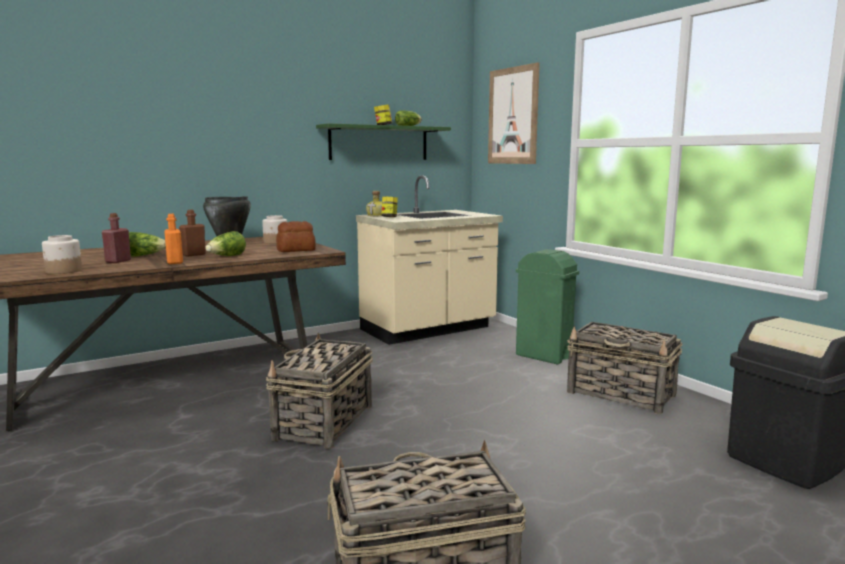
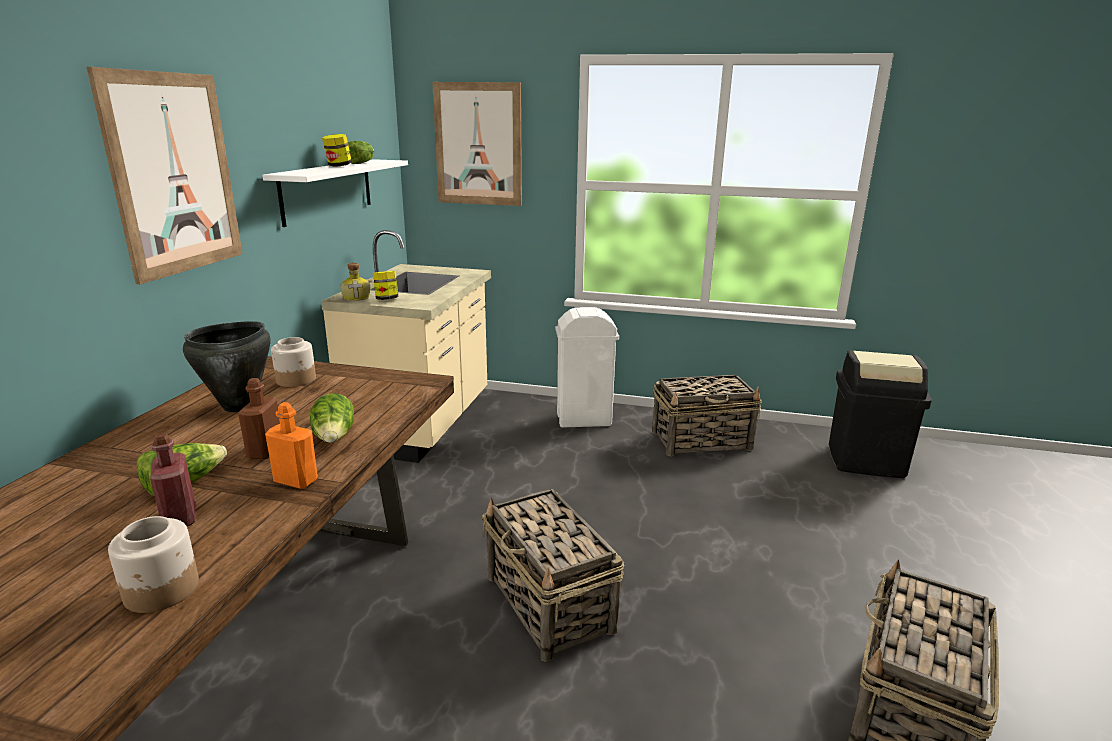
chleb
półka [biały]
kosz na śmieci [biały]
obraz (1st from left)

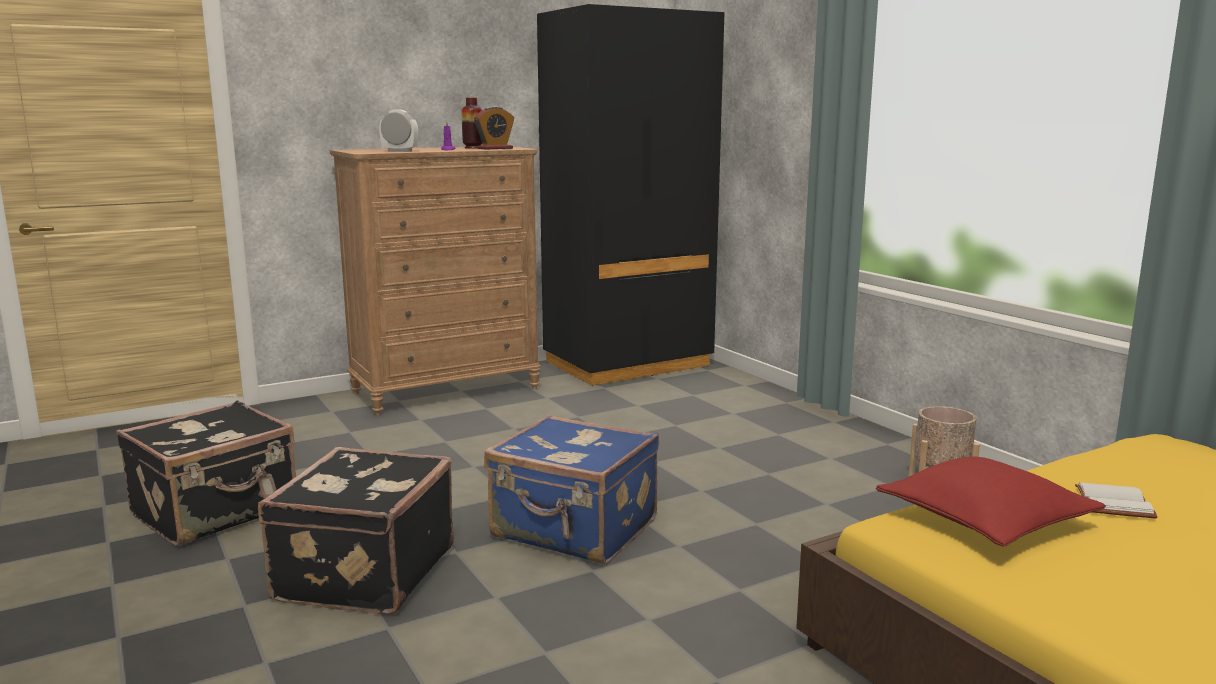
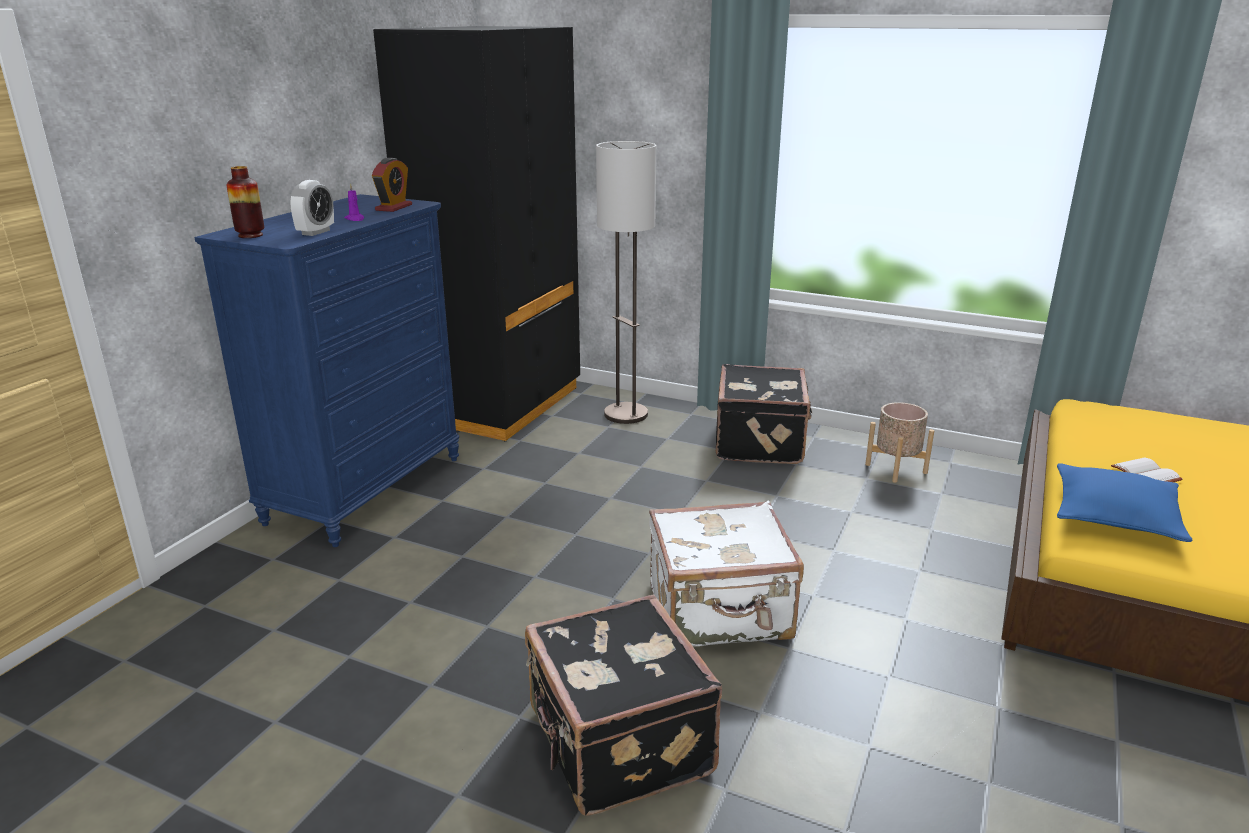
walizka [czarny] (2nd from left)
komoda [niebieski]
budzik (1st from left)
wazon
walizka [biały]
poduszka [niebieski]
lampa stojąca

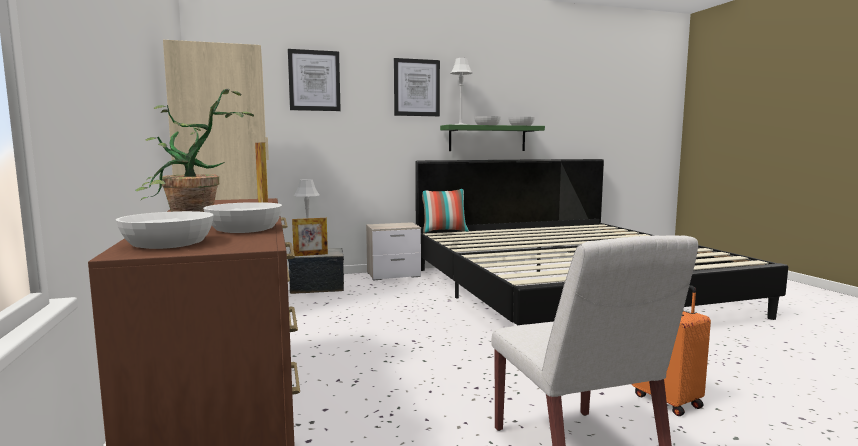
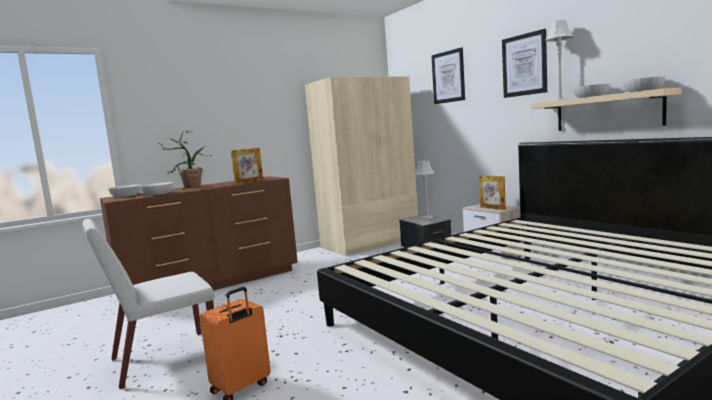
ramka na zdjęcie (2nd from left)
poduszka
półka [beżowy]

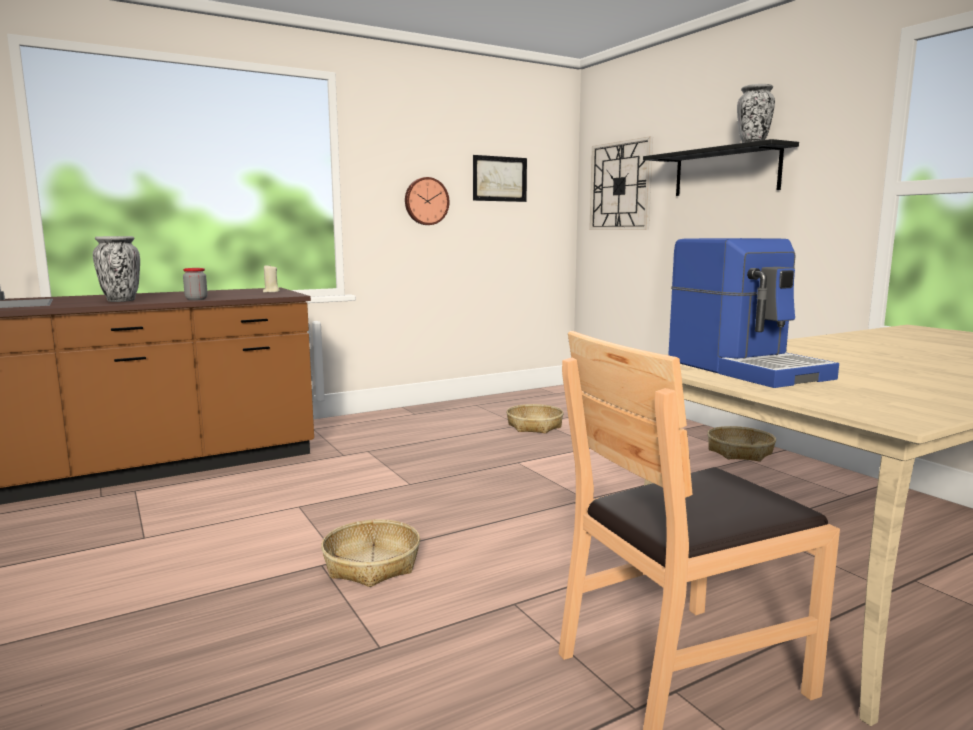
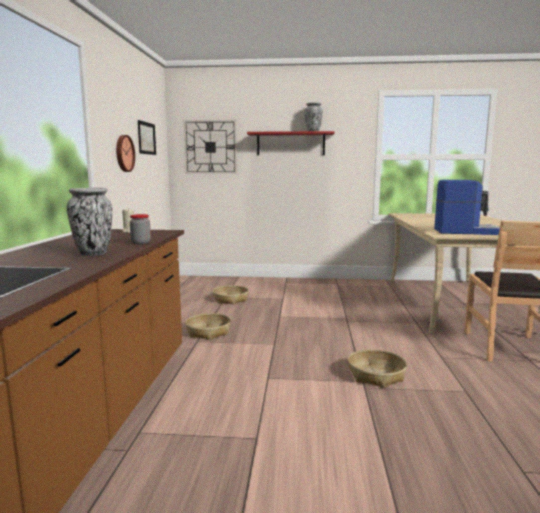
półka [czerwony]
koszyk (1st from left)

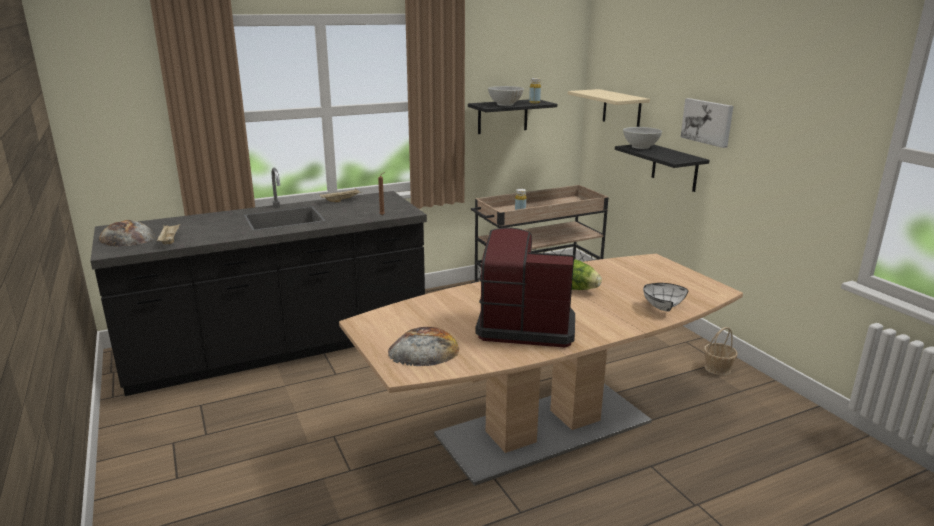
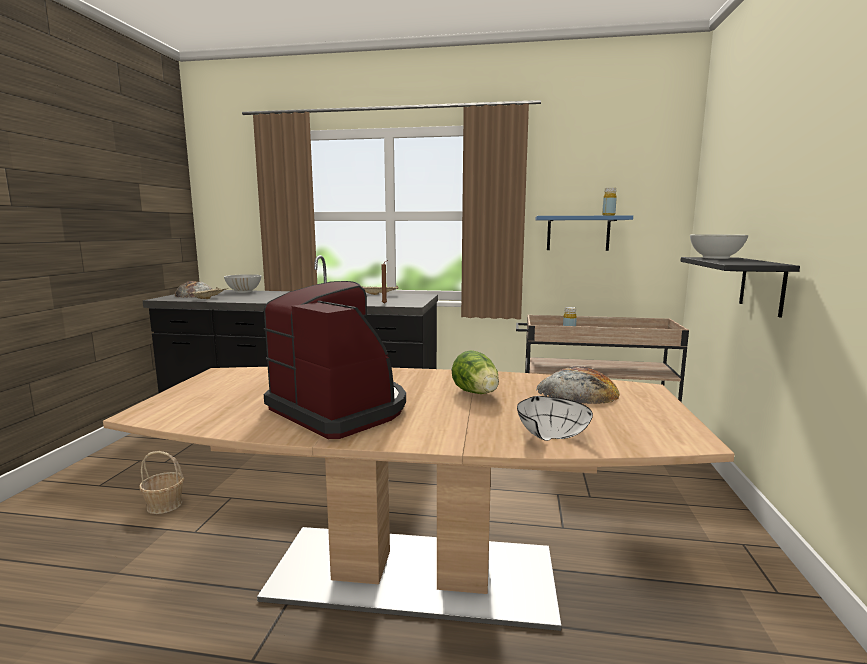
chleb (2nd from left)
półka [niebieski]
miska [biały] (1st from left)
półka [beżowy]
obraz
koszyk

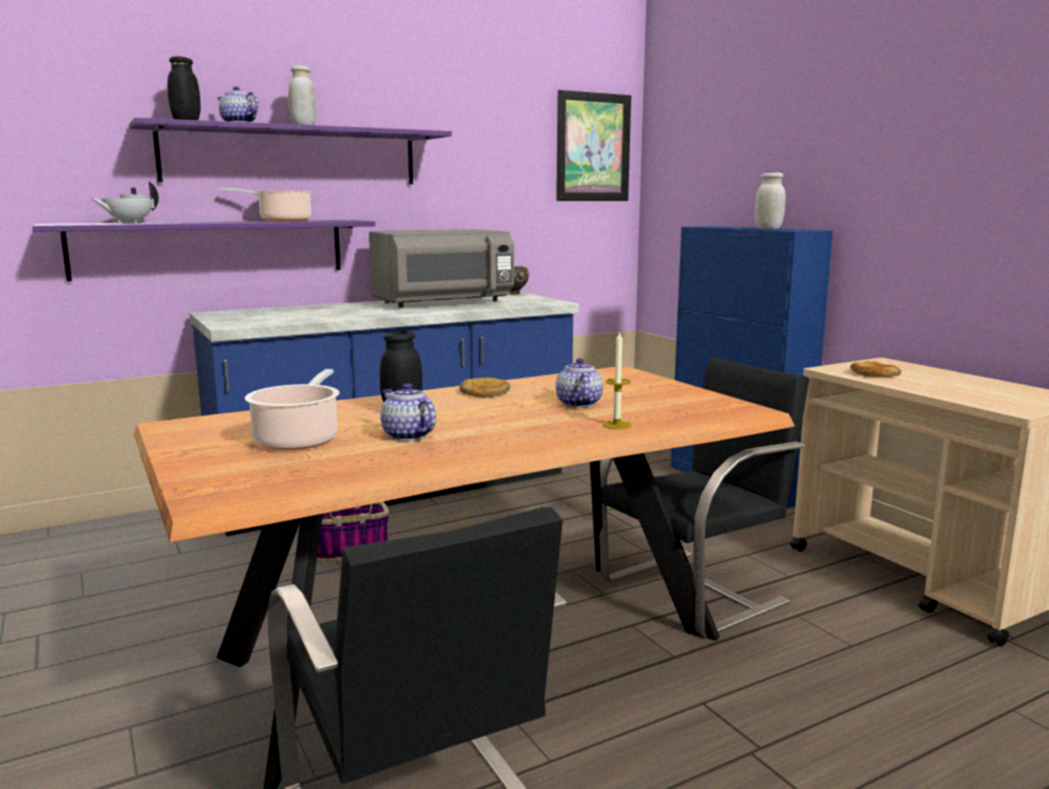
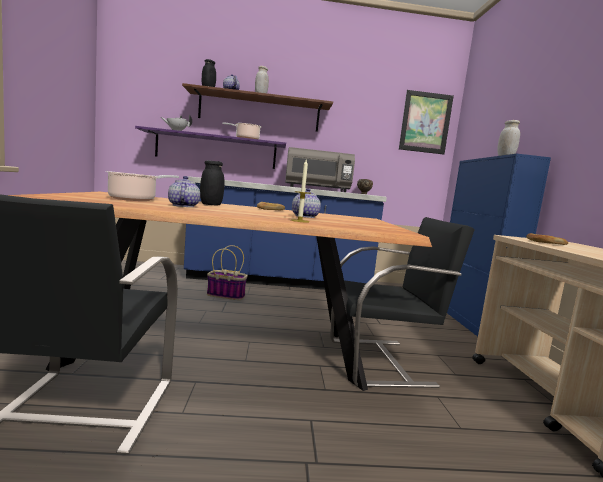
półka [brązowy]

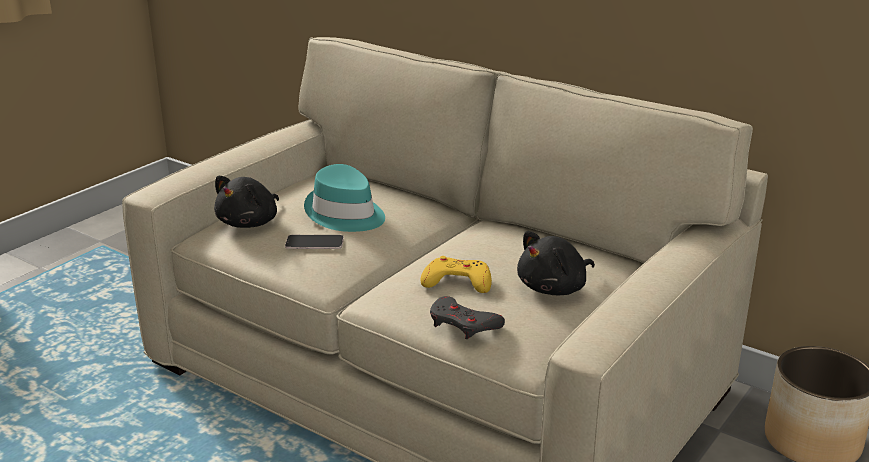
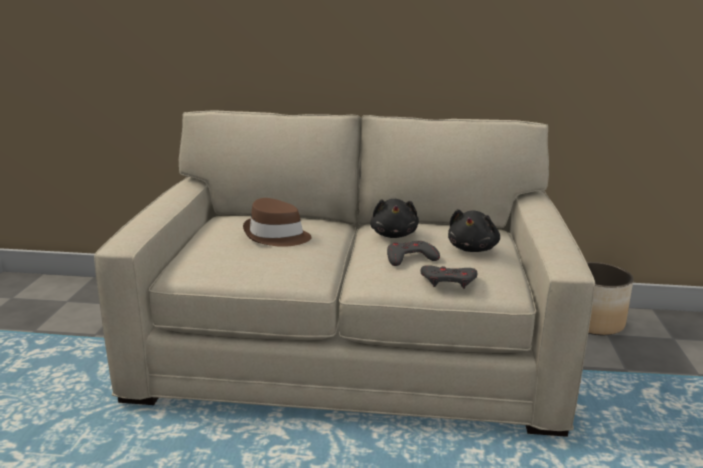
pluszak [czarny] (1st from left)
telefon
kapelusz [brązowy]
pad do gier [szary] (1st from left)

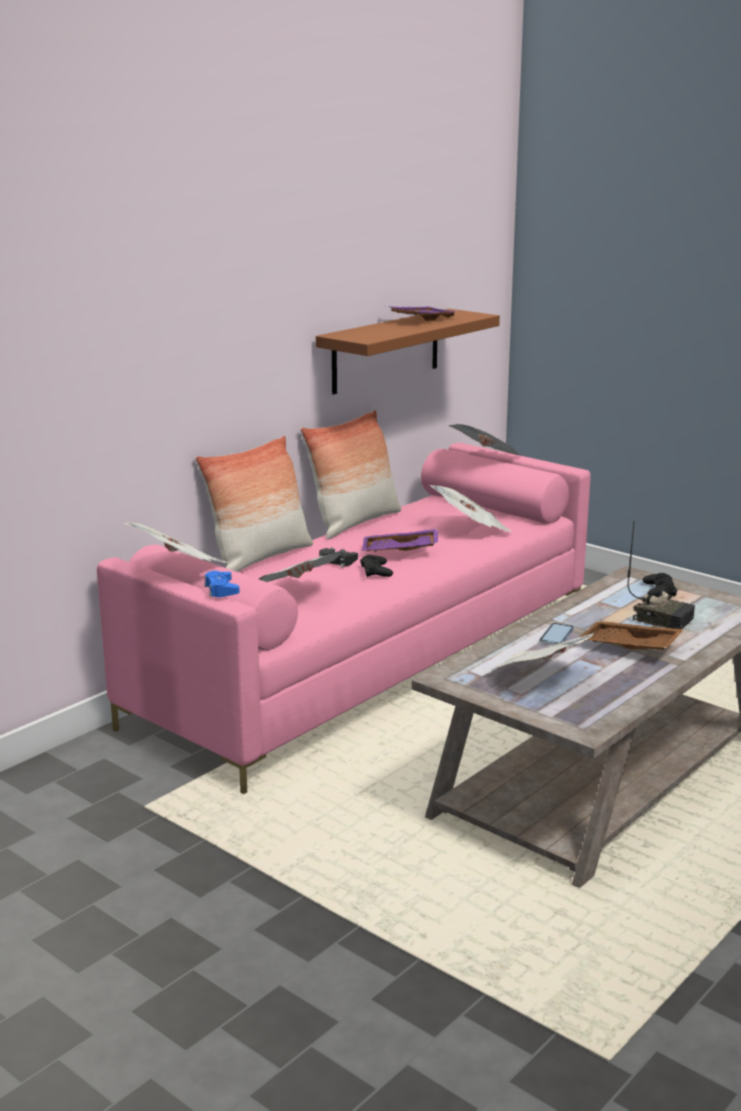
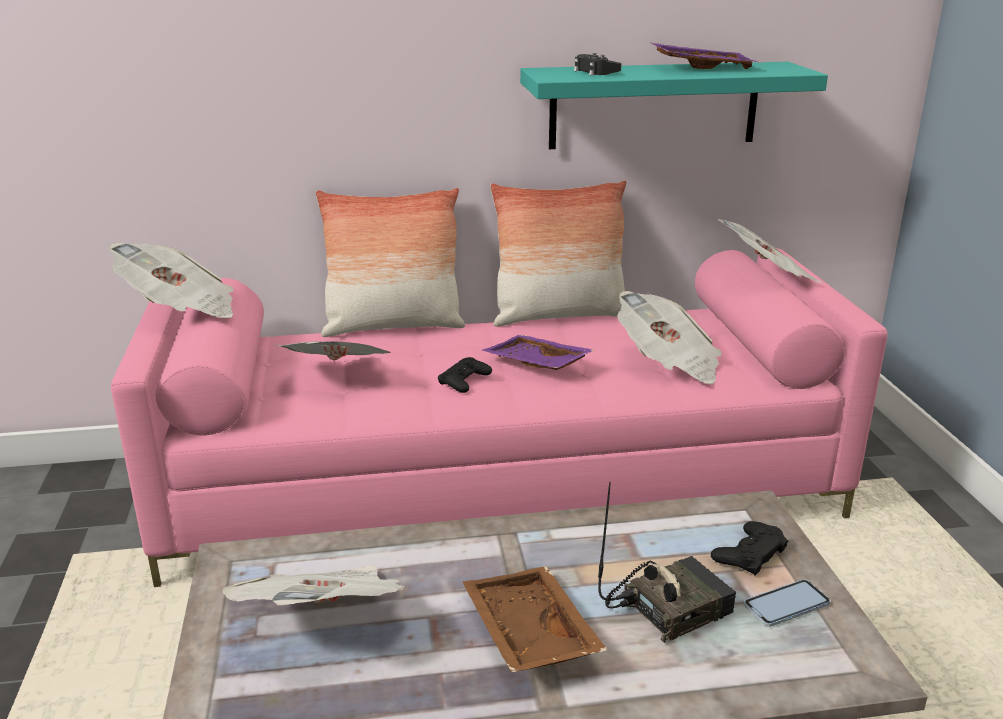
pad do gier [niebieski]
półka [turkusowy]
pad do gier [czarny] (2nd from left)
telefon
radio

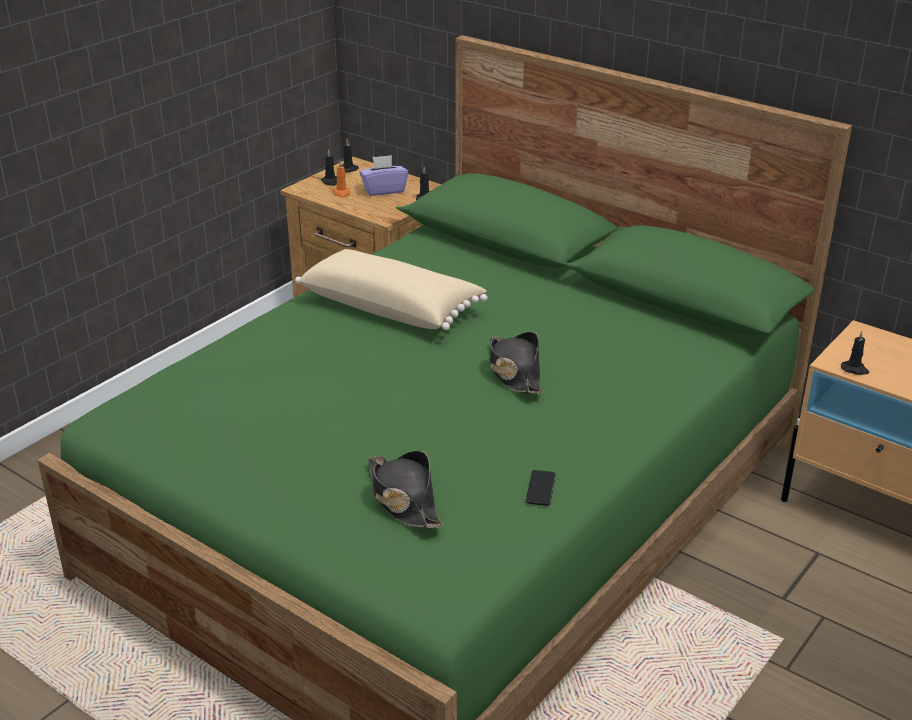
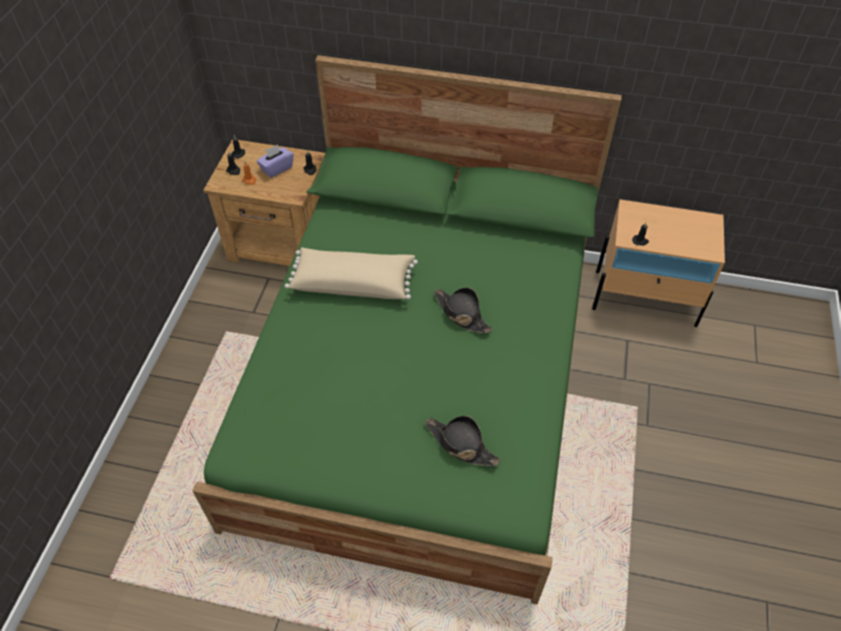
telefon

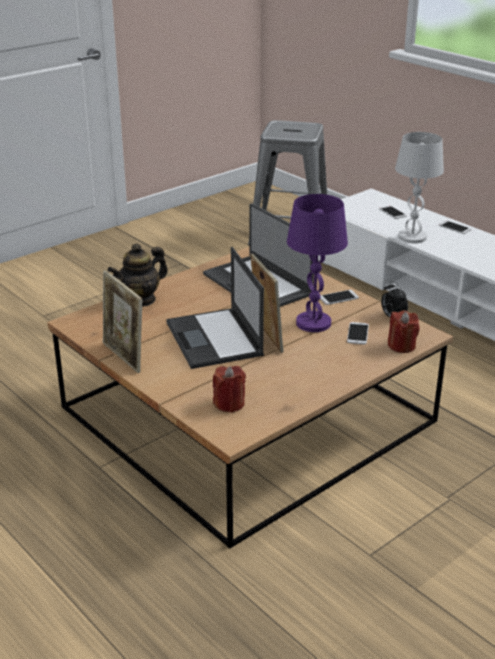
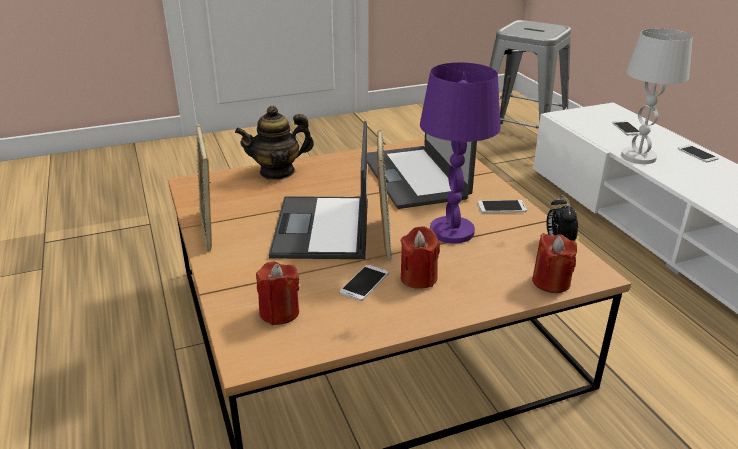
telefon (1st from left)
świeca [czerwony] (2nd from left)

